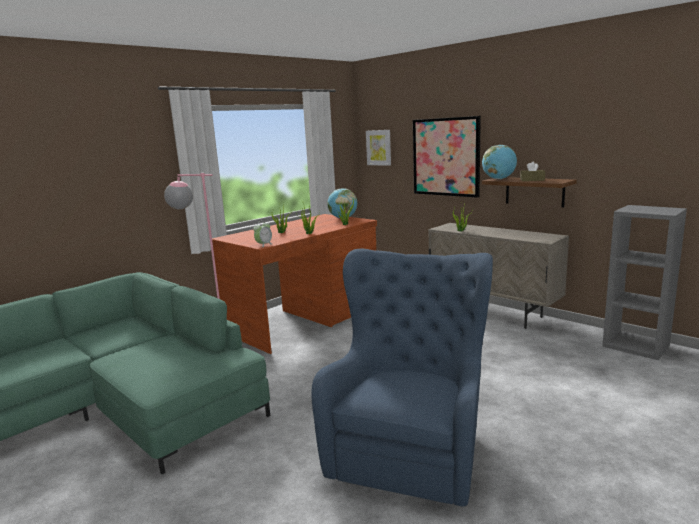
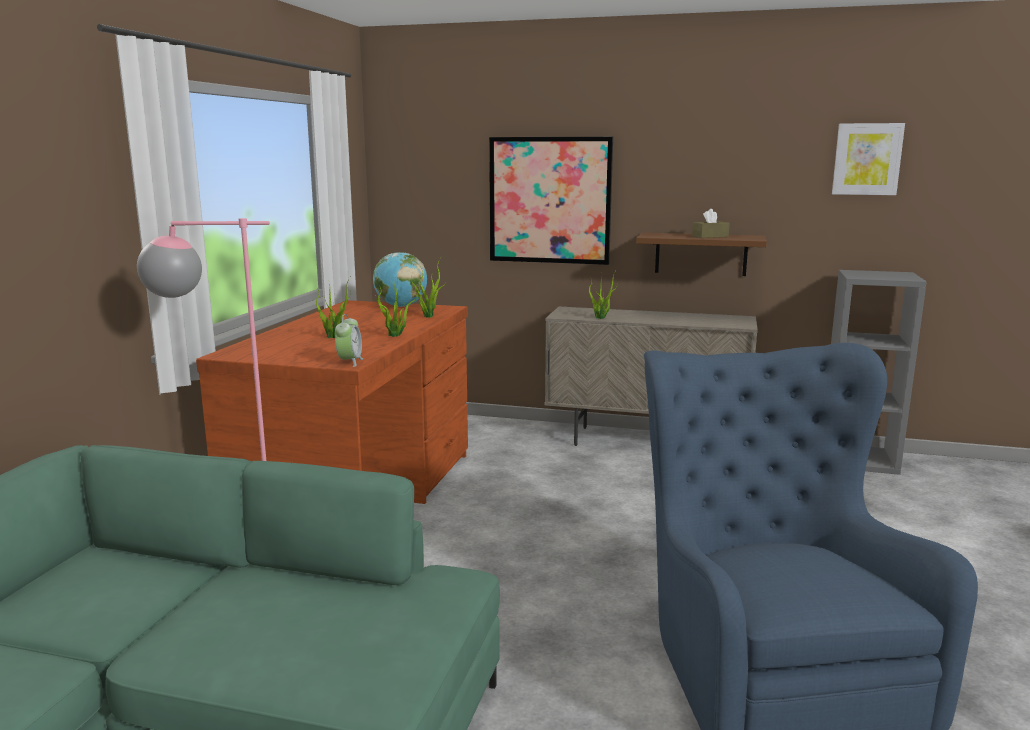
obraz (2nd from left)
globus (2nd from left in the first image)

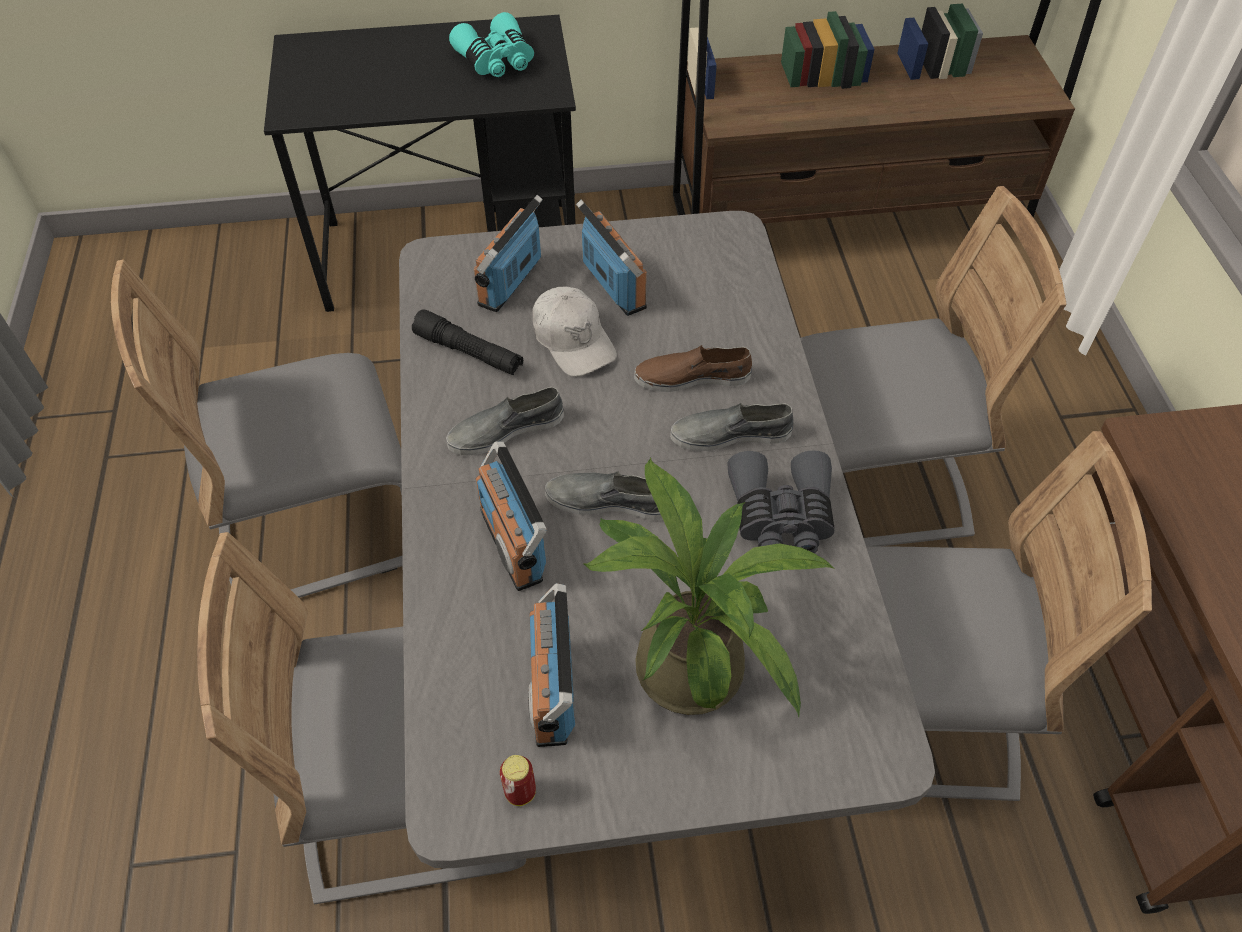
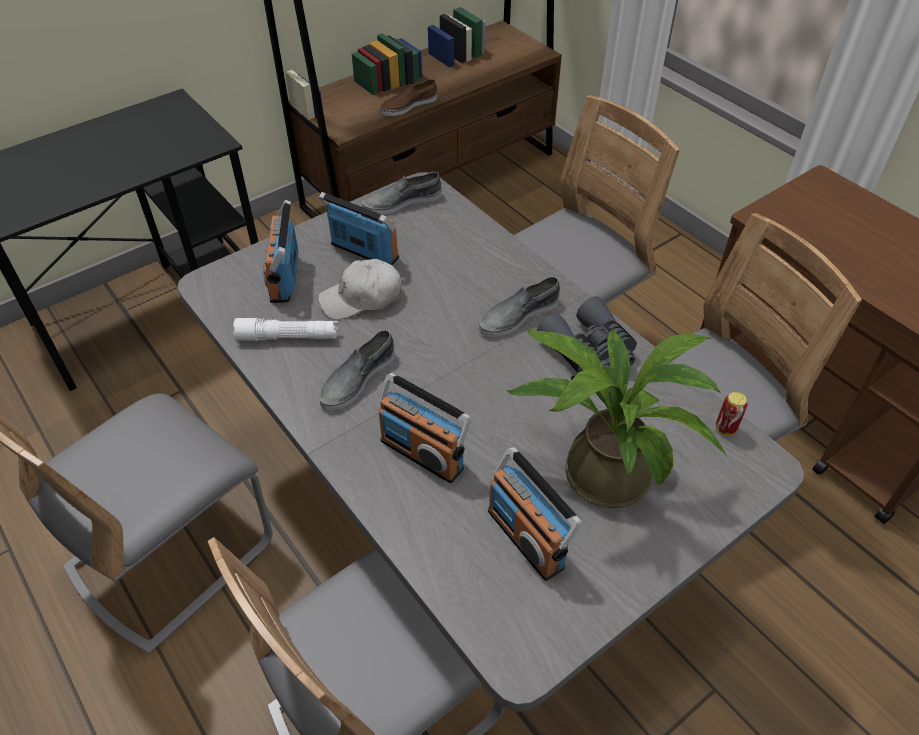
latarka [biały]
lornetka [turkusowy]
puszka
czapka z daszkiem [biały]
but [szary] (2nd from left)
but [brązowy]

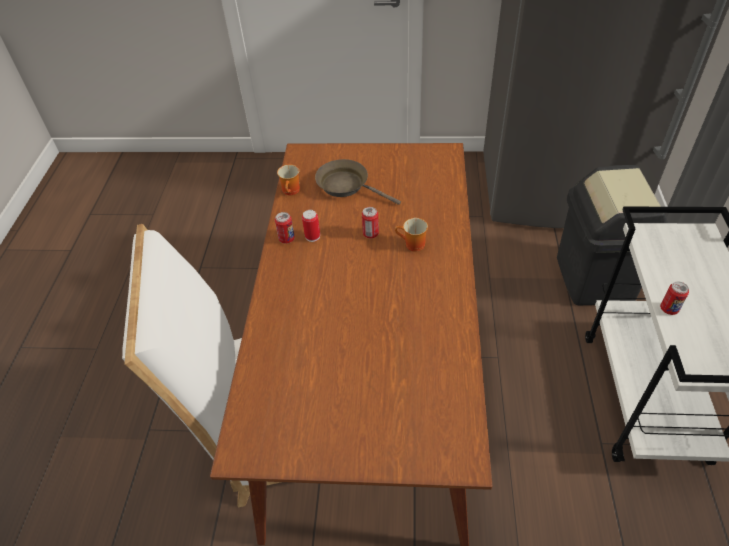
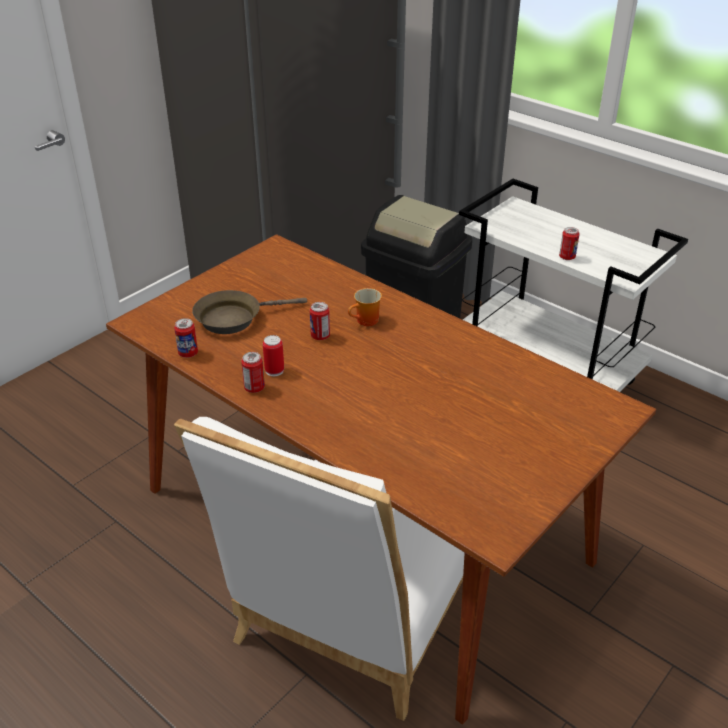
puszka (1st from left)

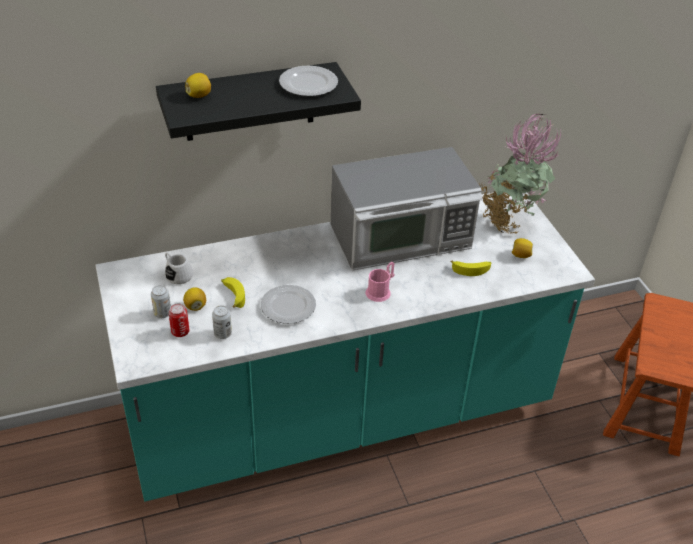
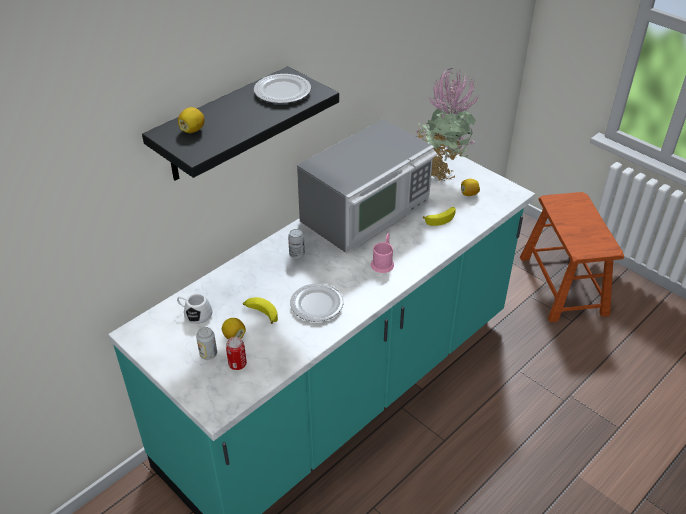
puszka (3rd from left)

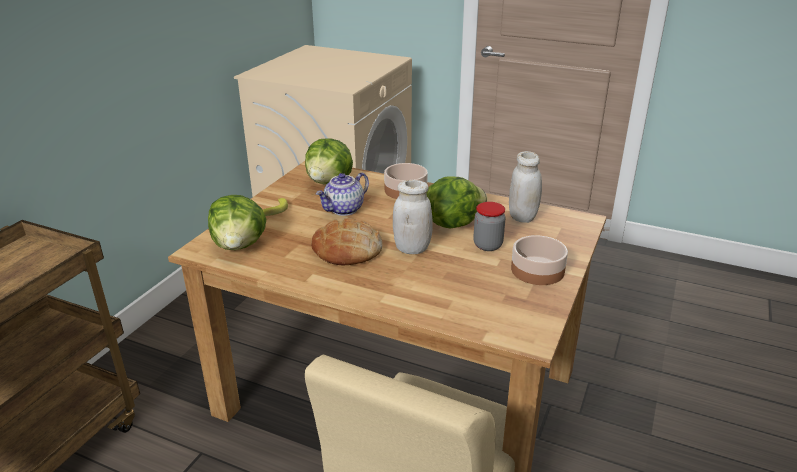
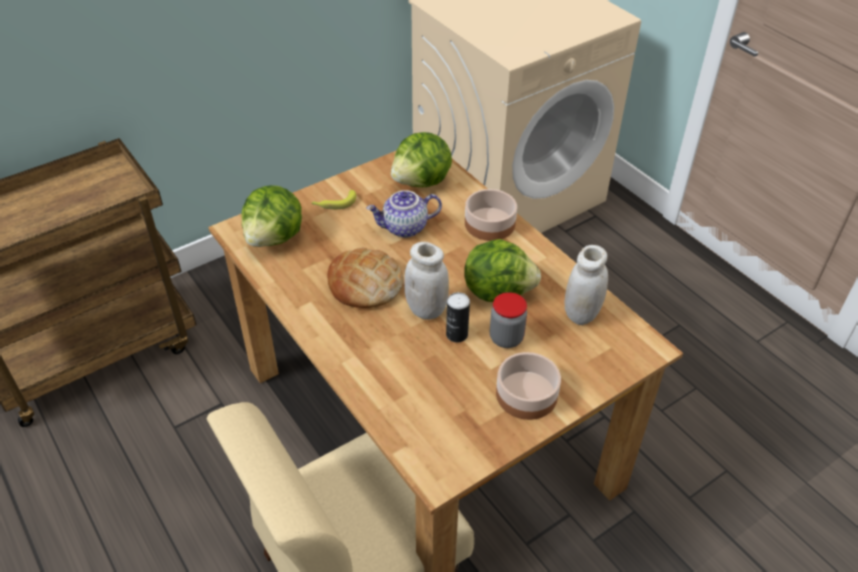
puszka

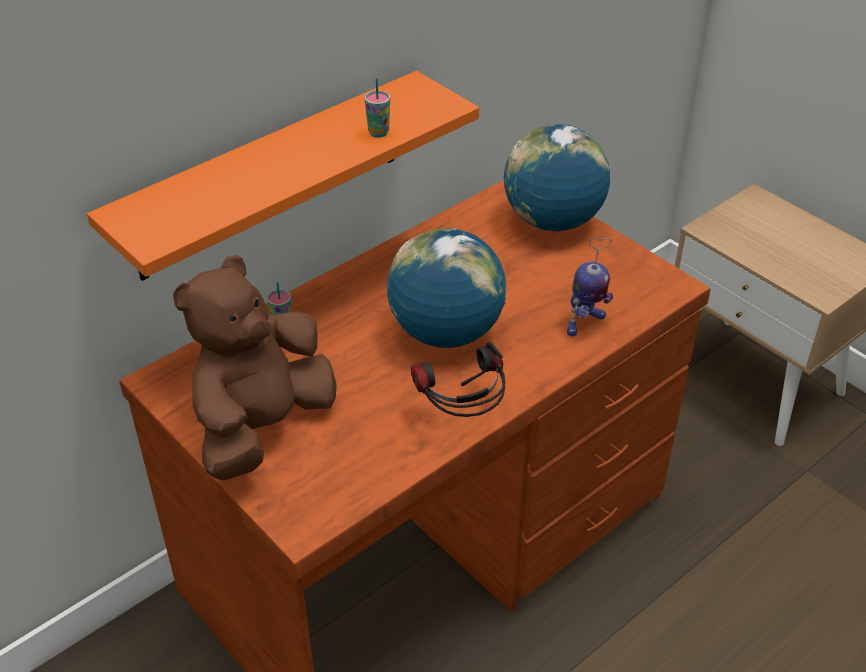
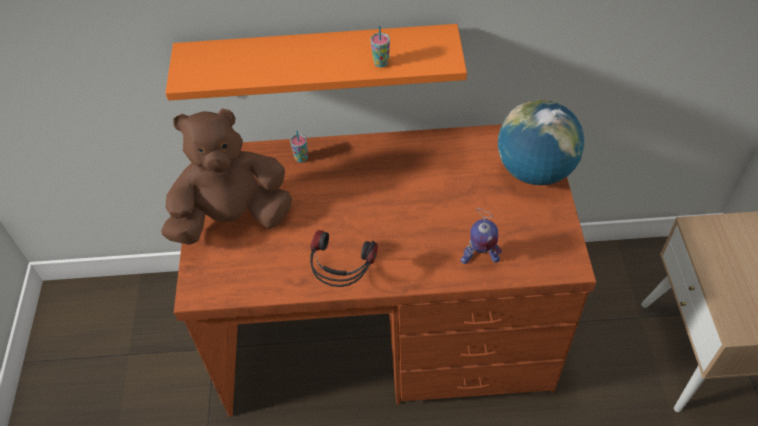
globus (1st from left in the first image)

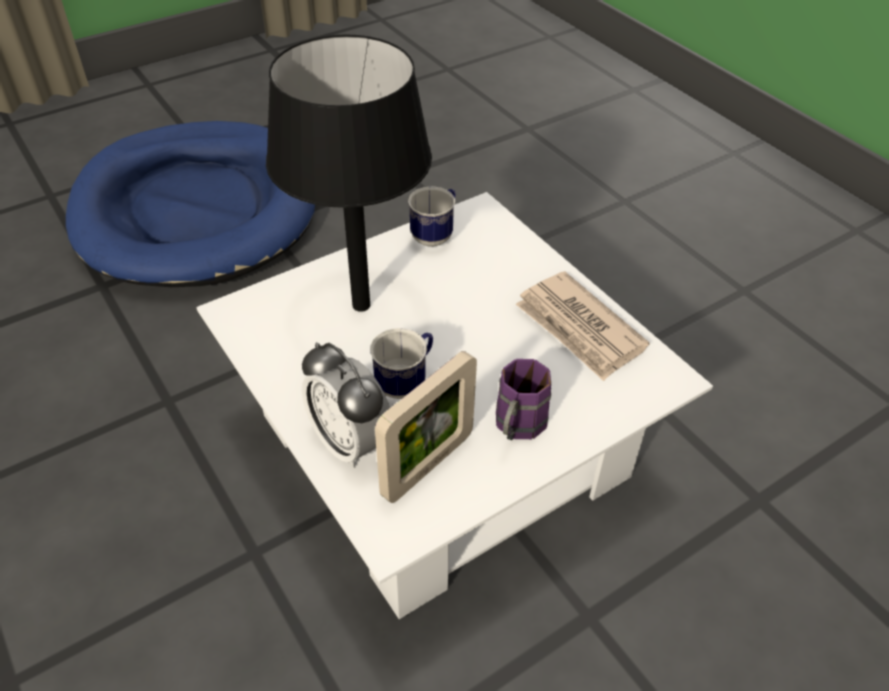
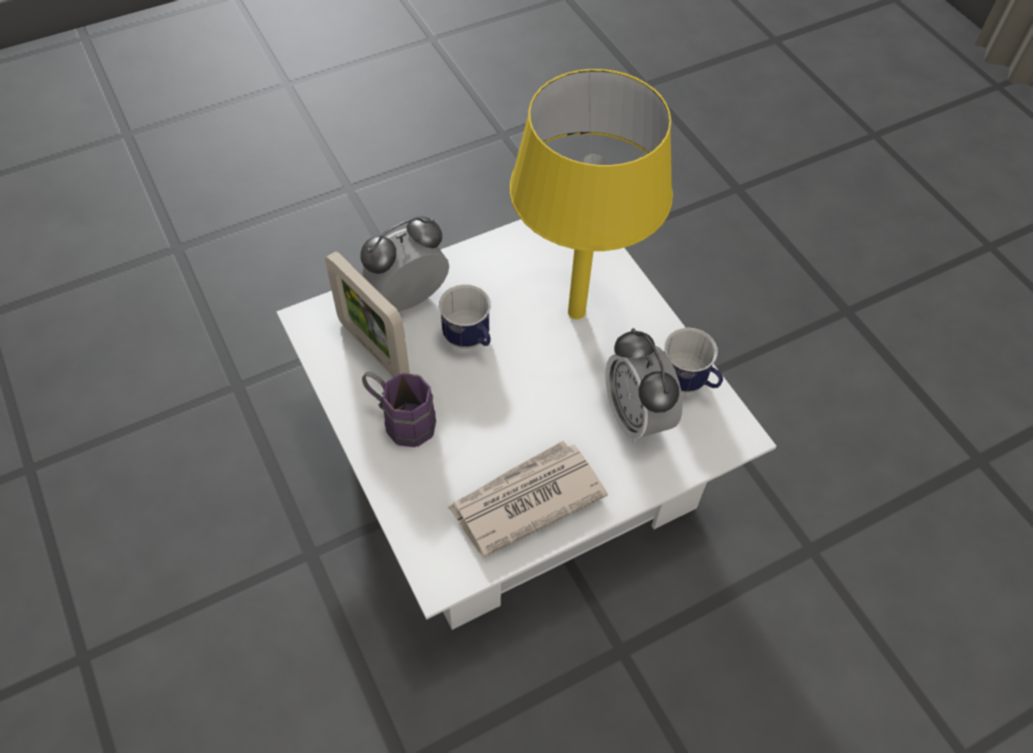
legowisko [niebieski]
lampa stołowa [żółty]
budzik (2nd from left)

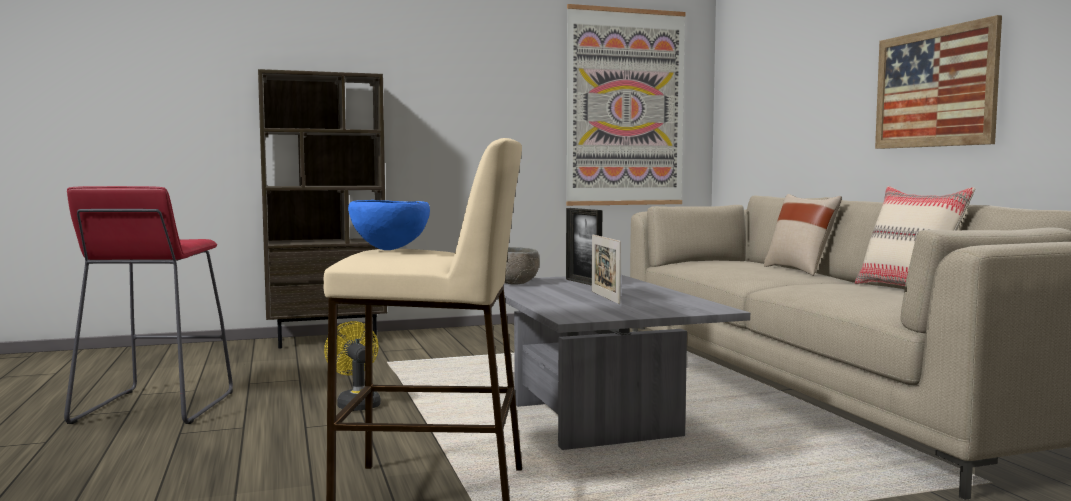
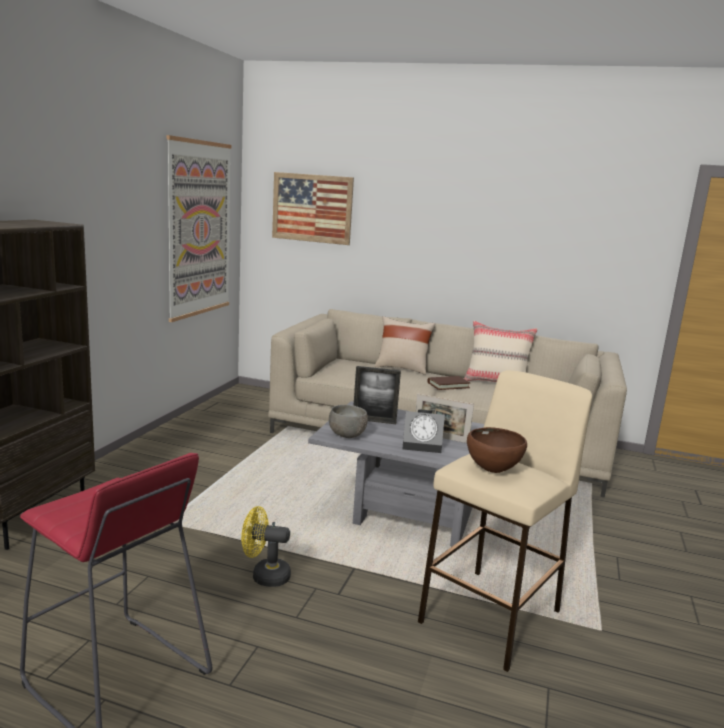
miska [brązowy]
obraz (2nd from left)
budzik
książka [brązowy]

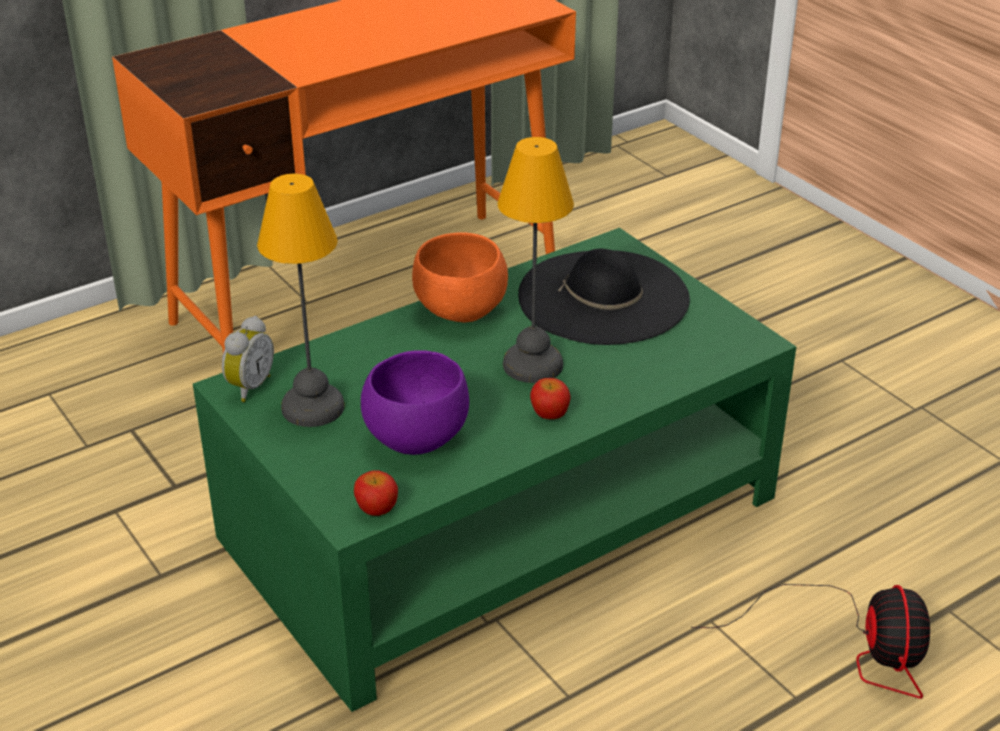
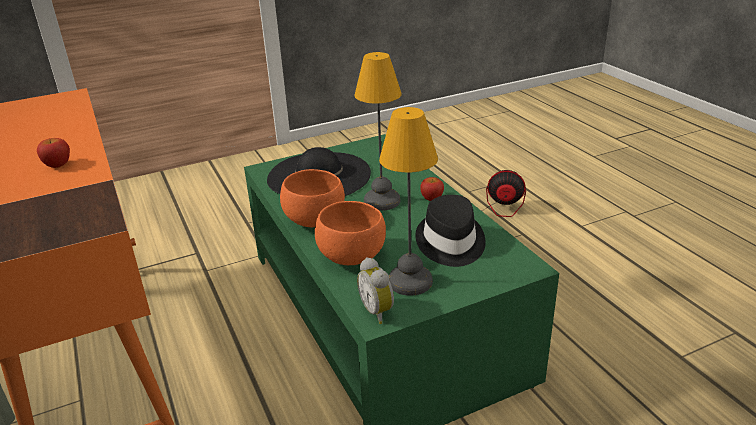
budzik
jabłko (1st from left)
kapelusz [czarny] (2nd from left)
miska [pomarańczowy] (2nd from left)

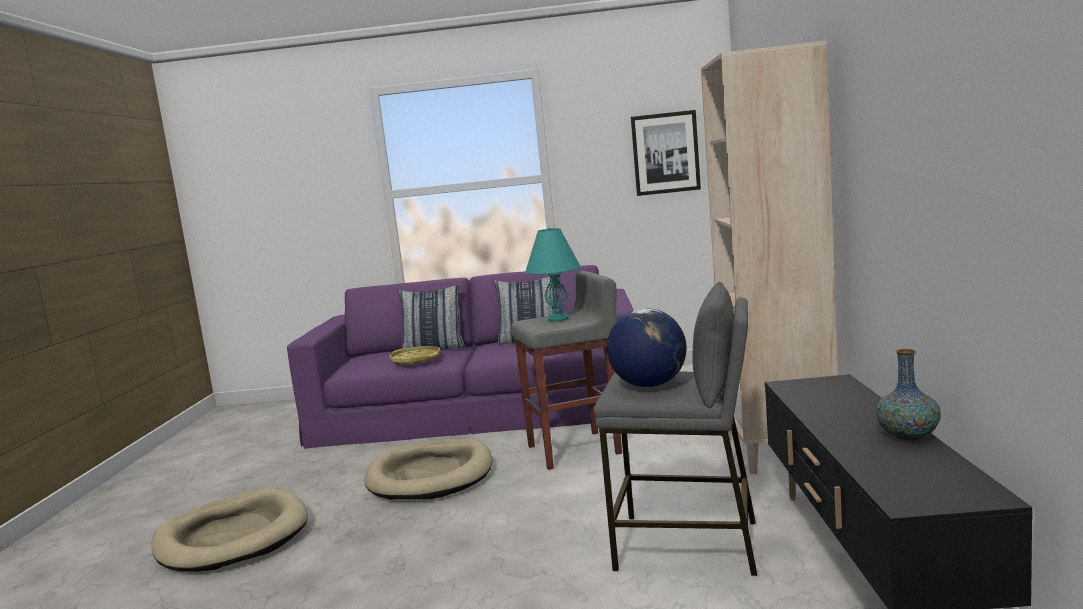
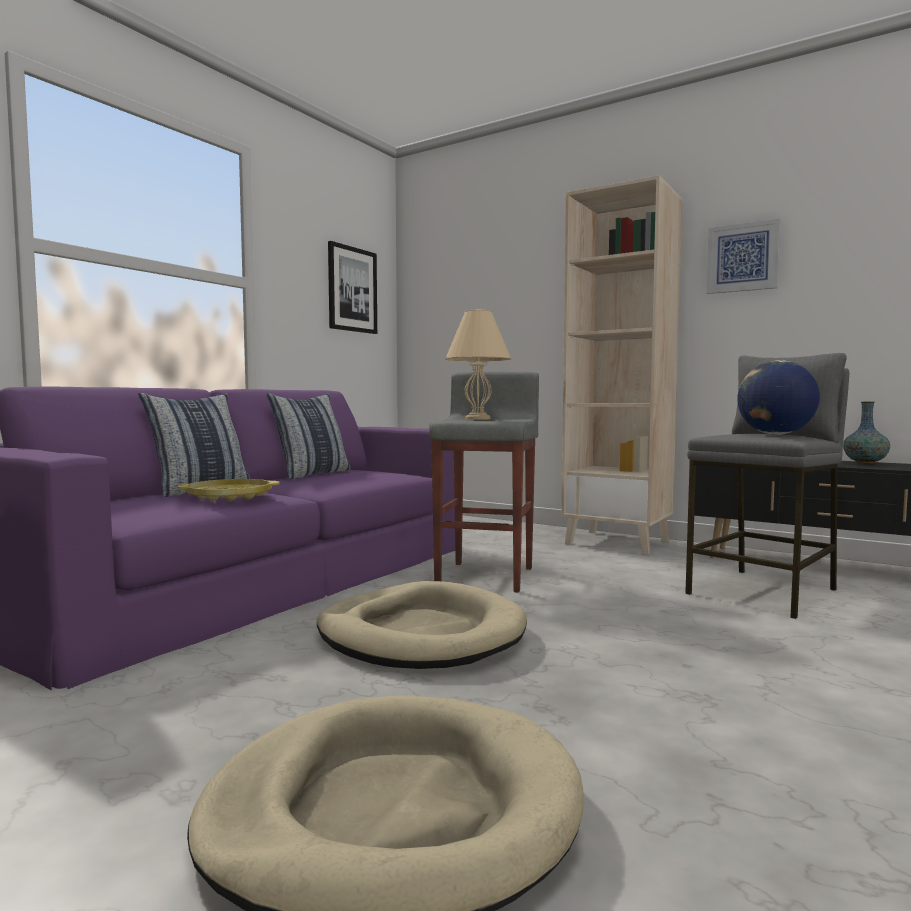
lampa stołowa [beżowy]
obraz (2nd from left)

